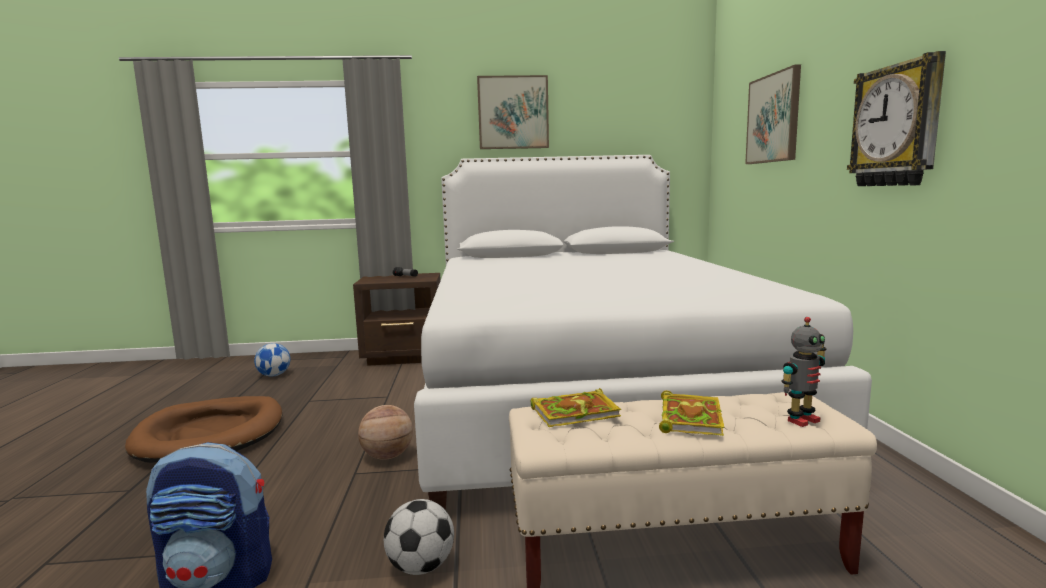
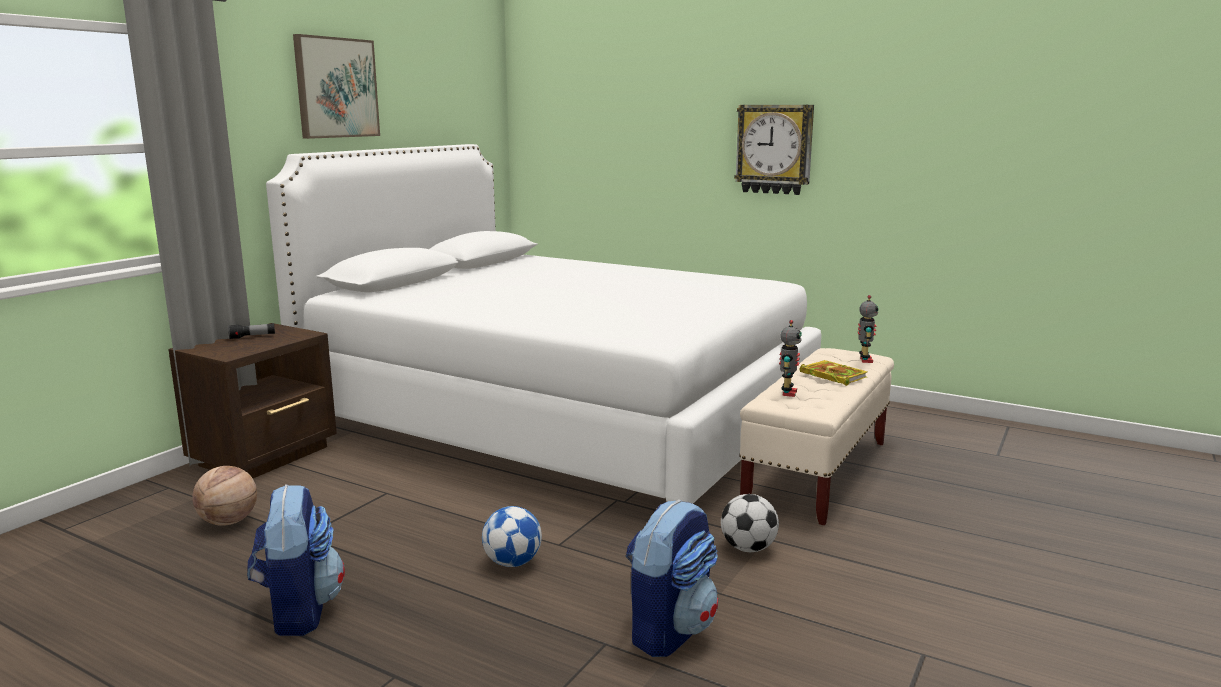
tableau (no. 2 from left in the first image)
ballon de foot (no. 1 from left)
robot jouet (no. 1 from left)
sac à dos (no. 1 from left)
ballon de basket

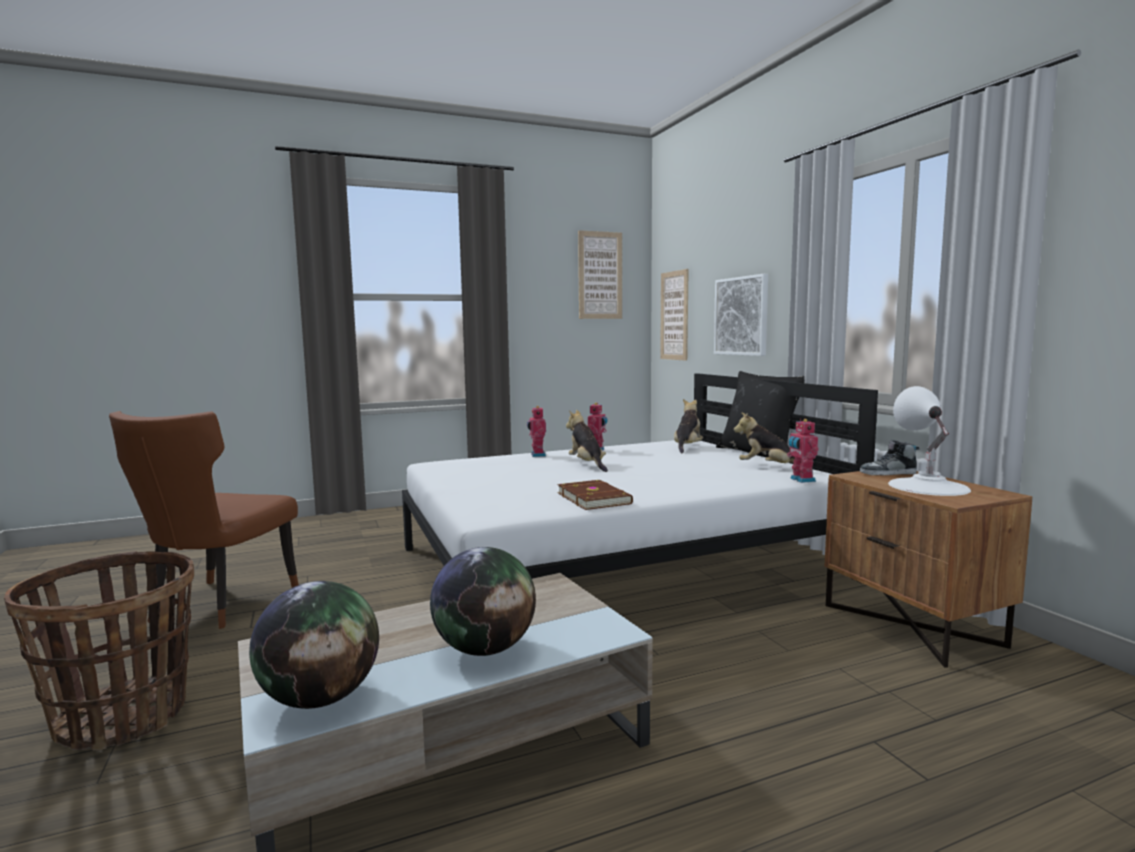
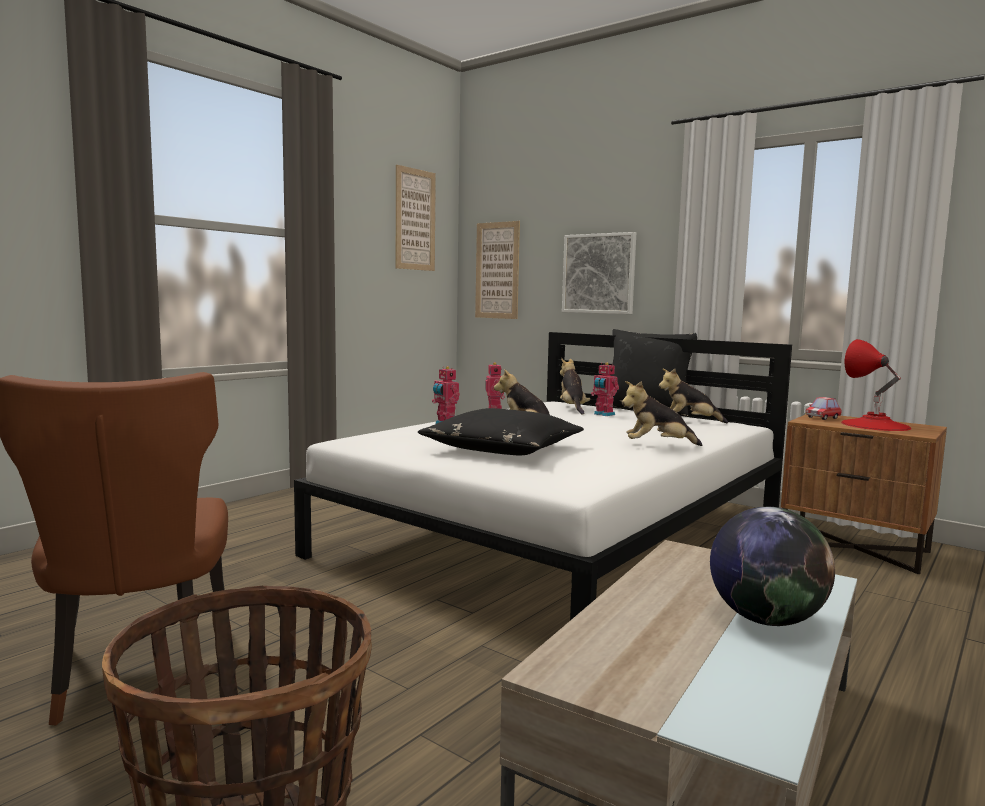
lampe de table [rouge]
robot jouet (no. 3 from left)
petite voiture
livre [marron]
globe (no. 1 from left in the first image)
peluche (no. 3 from left)
coussin [noir] (no. 1 from left)

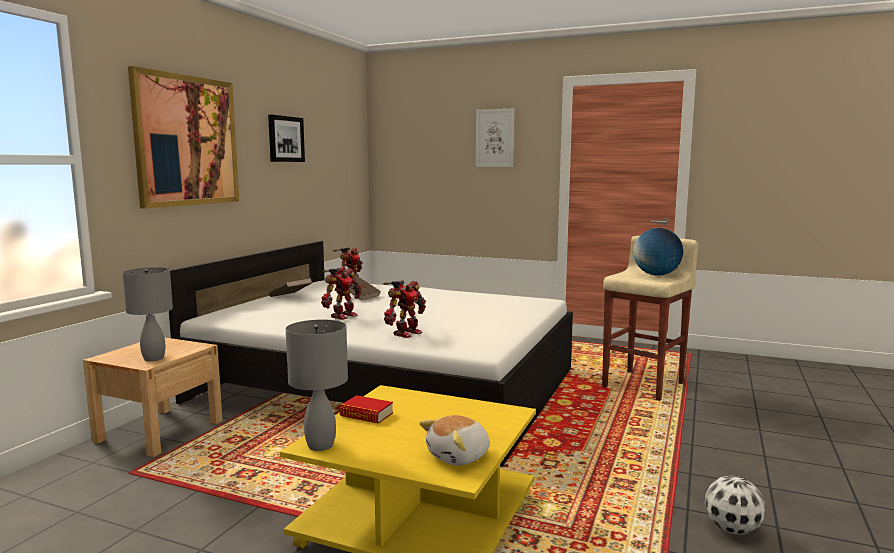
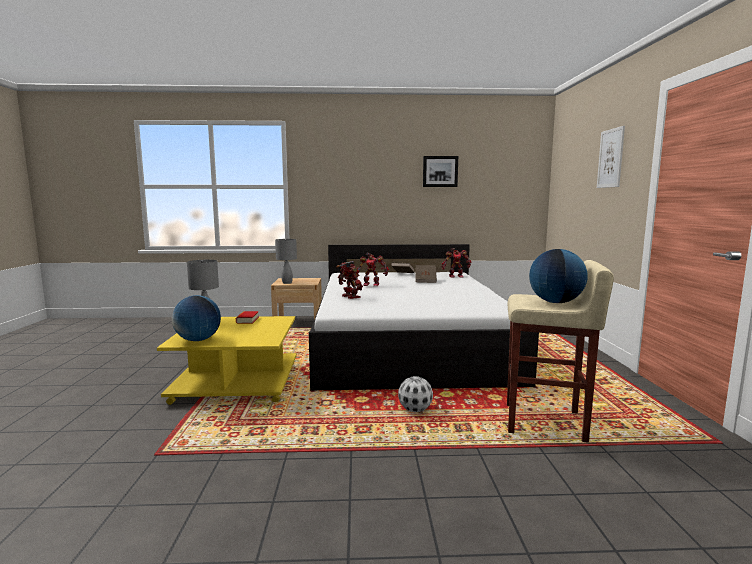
tableau (no. 1 from left in the first image)
robot jouet (no. 1 from left)
globe (no. 1 from left)
ballon de foot

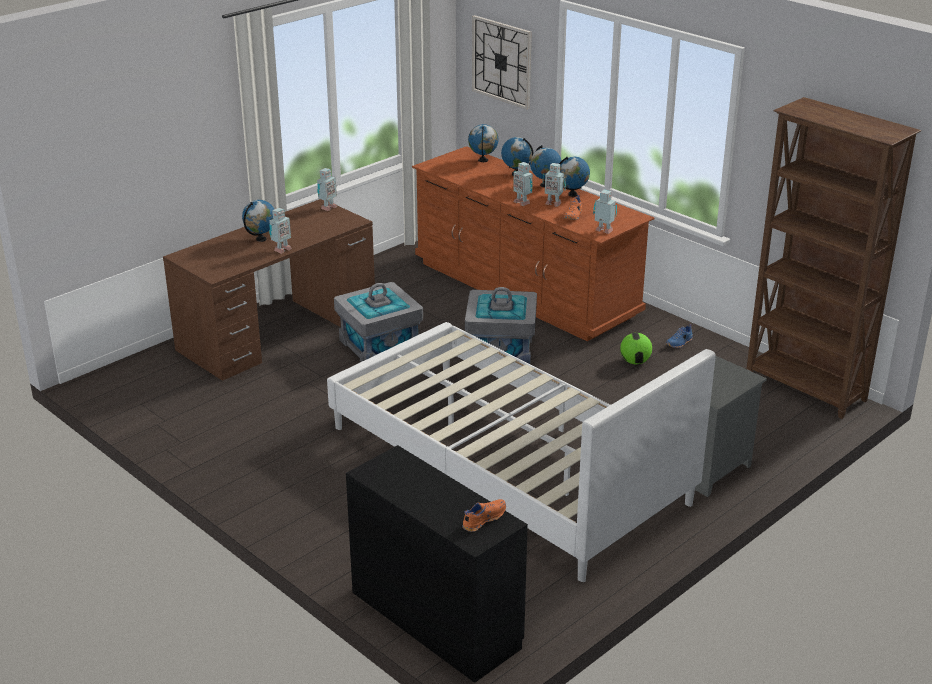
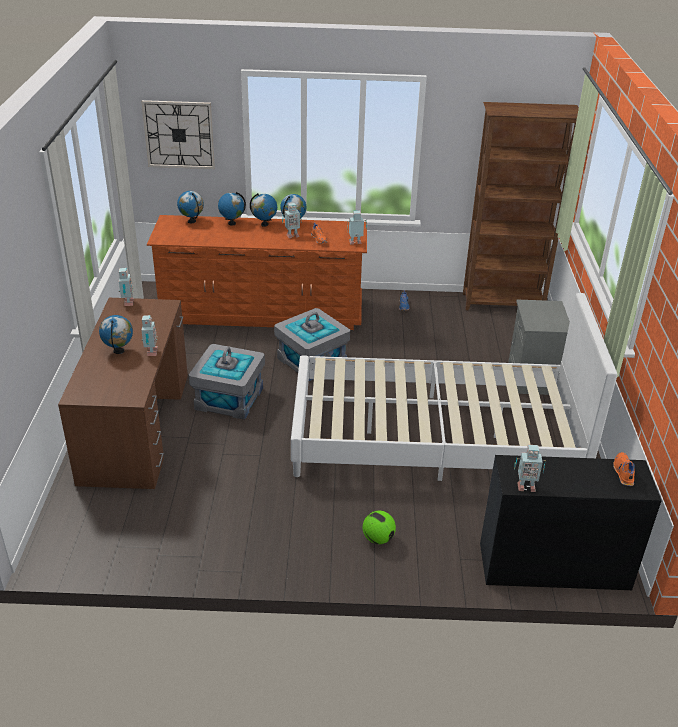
robot jouet (no. 5 from left)
ballon de foot

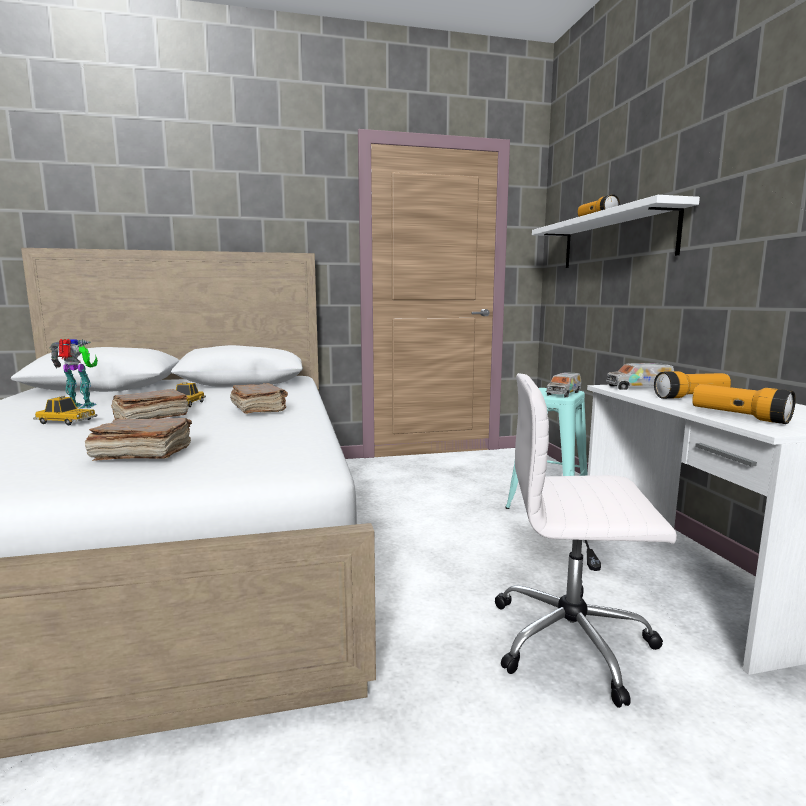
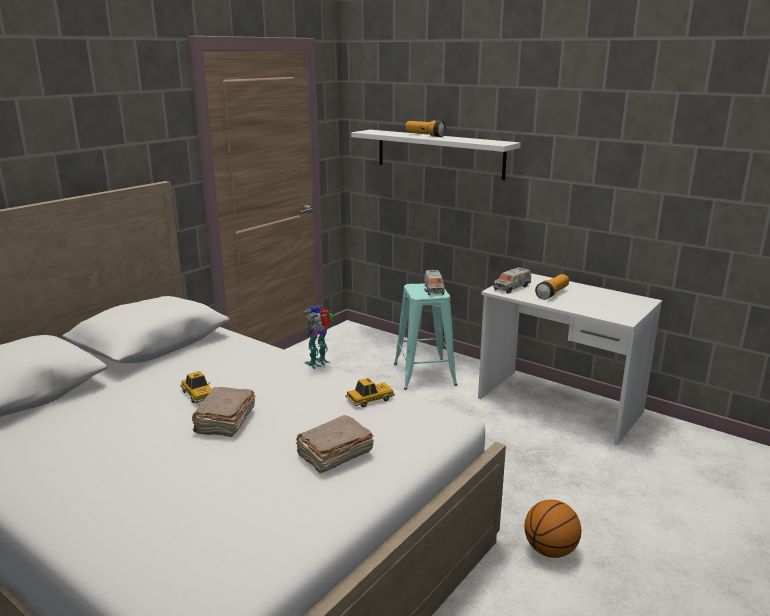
robot jouet
chaise de bureau [blanc]
livre [marron] (no. 3 from left in the first image)
lampe de poche (no. 3 from left in the first image)
petite voiture (no. 2 from left)
ballon de basket

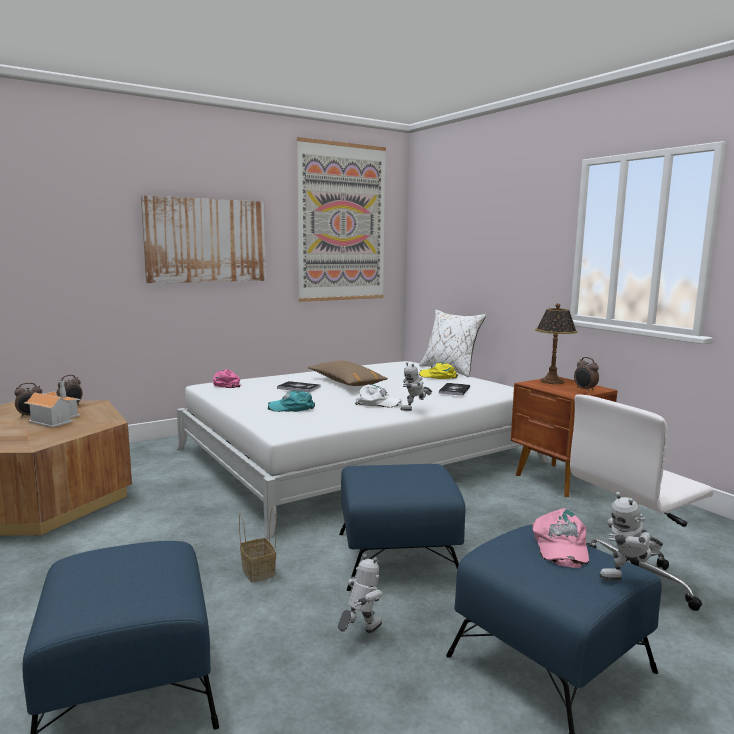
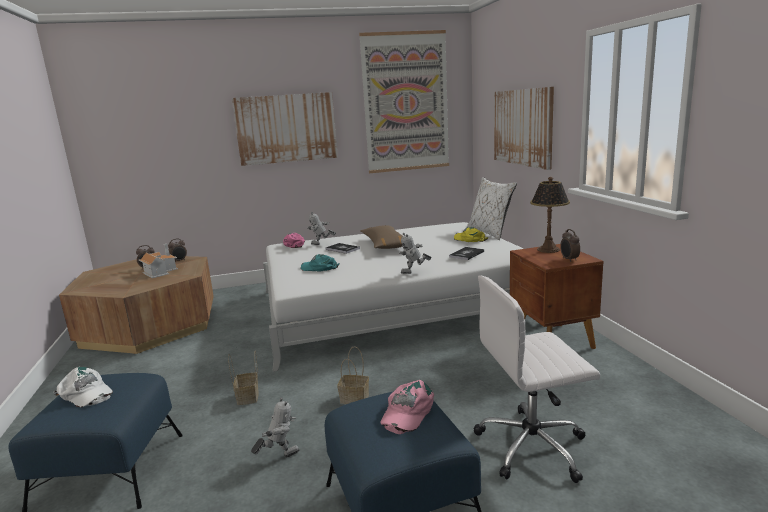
casquette [blanc]
panier (no. 2 from left)
robot jouet (no. 2 from left)
tableau (no. 3 from left)

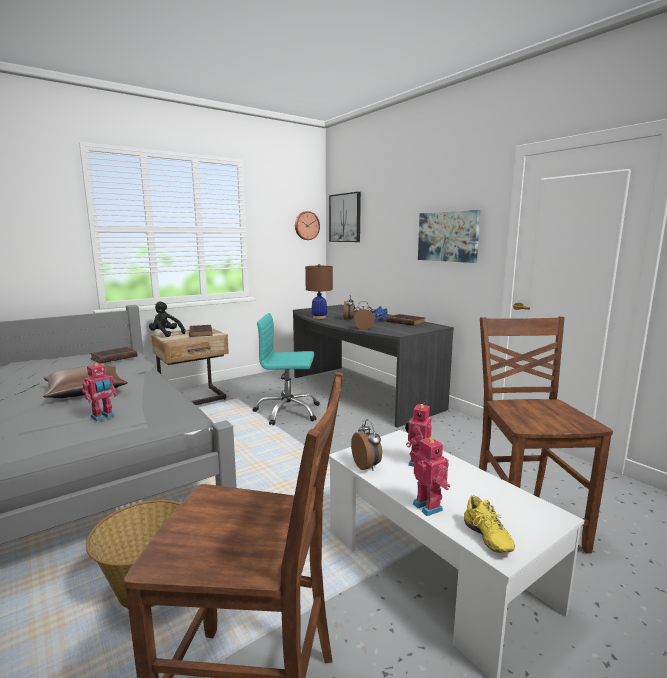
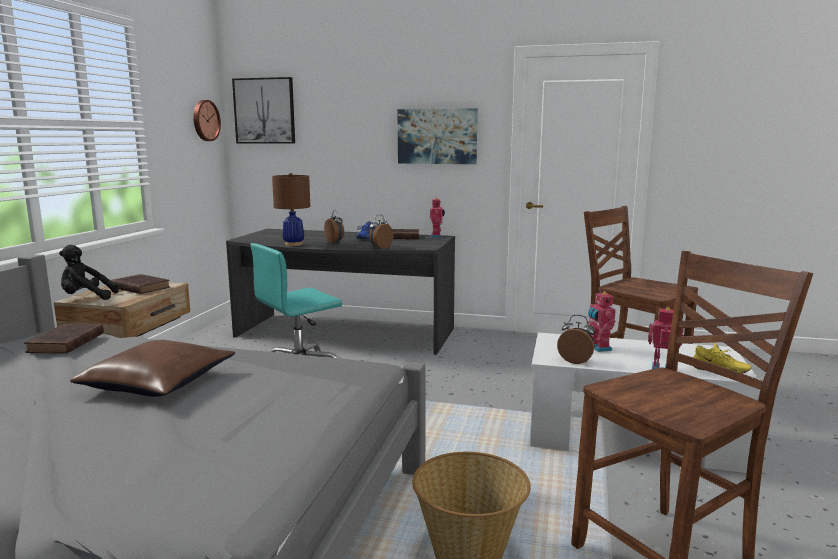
robot jouet (no. 1 from left)

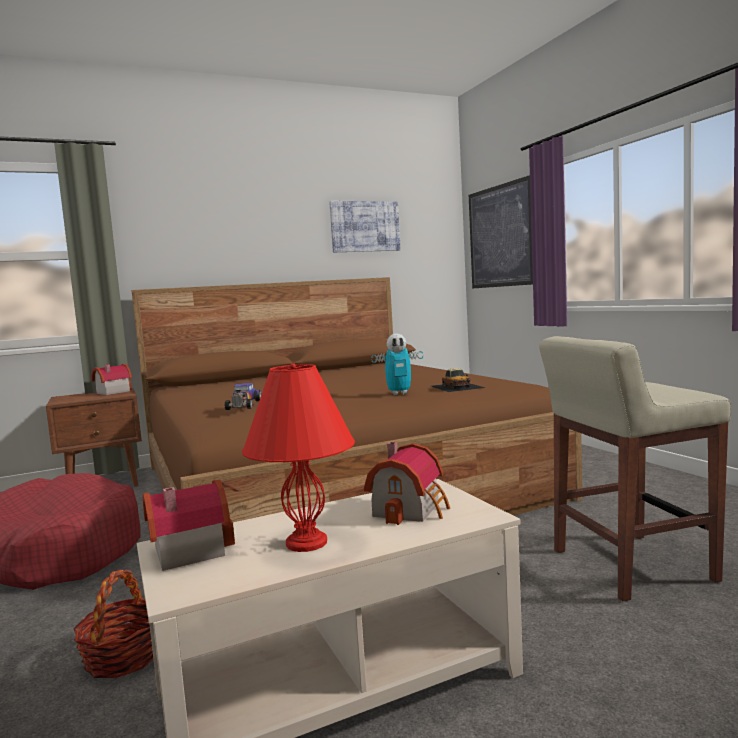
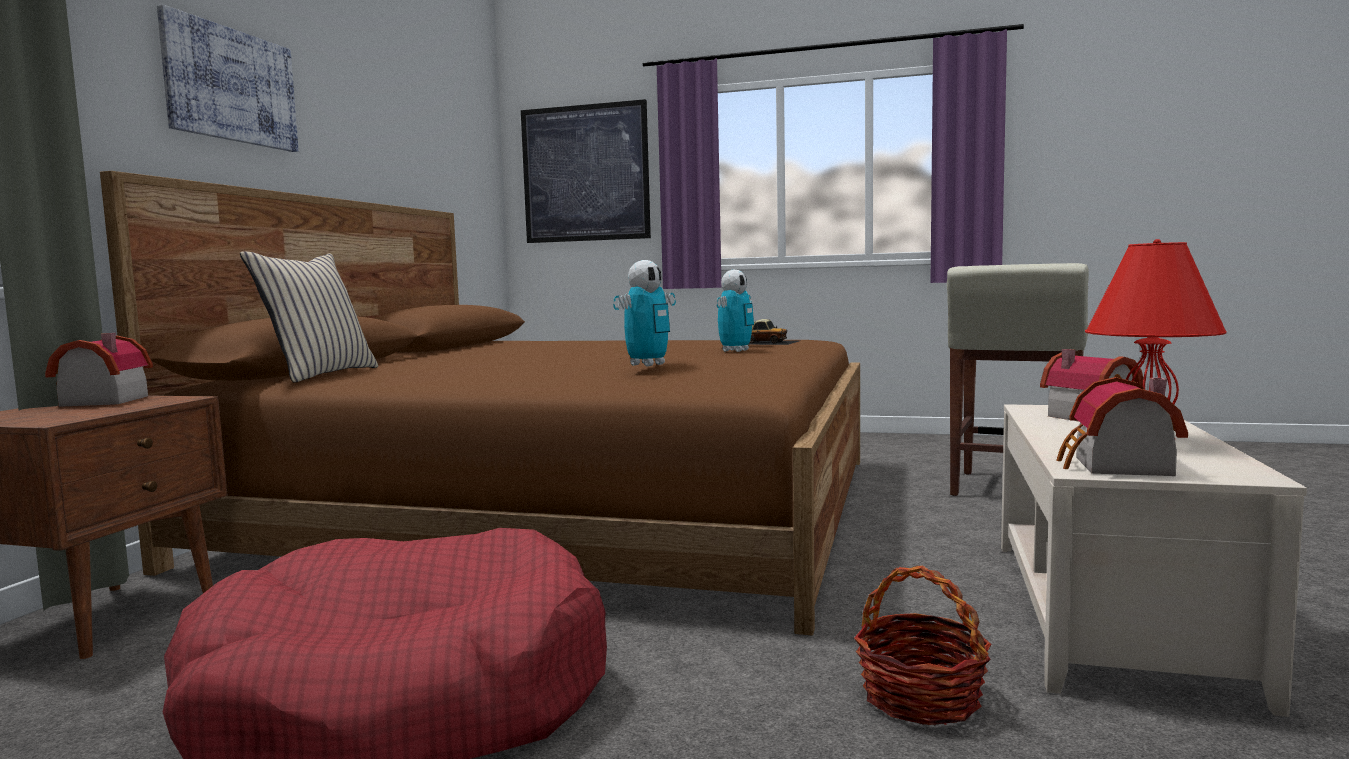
tableau (no. 1 from left)
robot jouet (no. 1 from left)
coussin [beige]

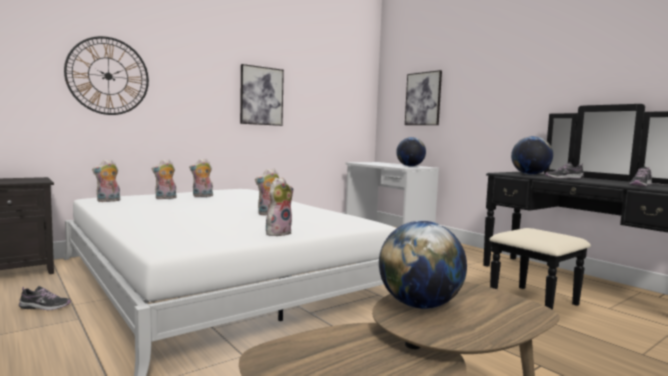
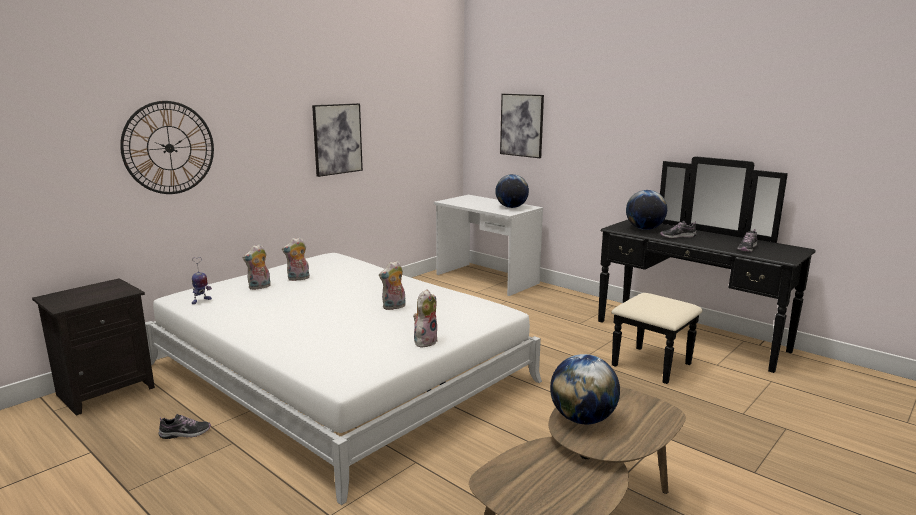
robot jouet

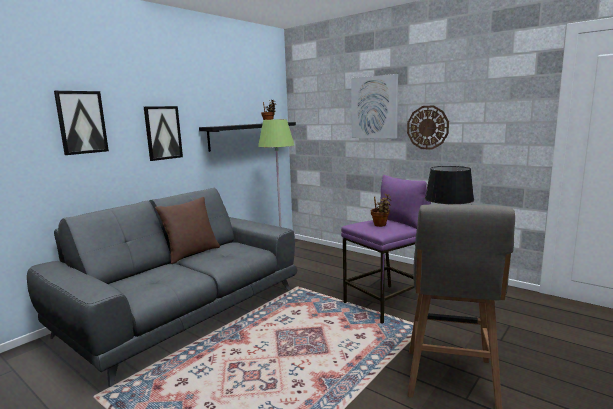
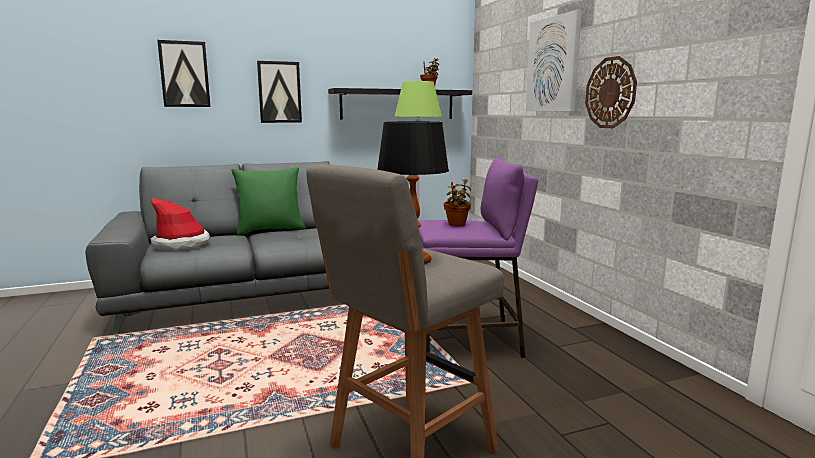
coussin [vert]
chapeau

